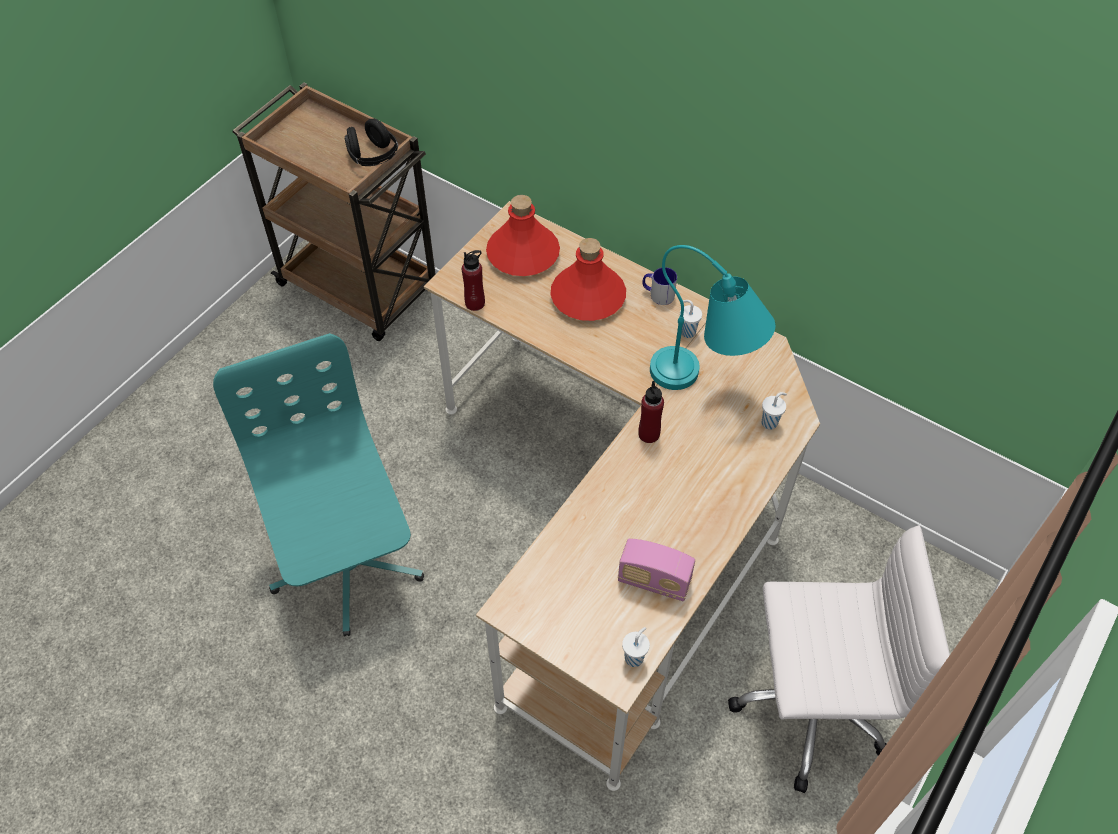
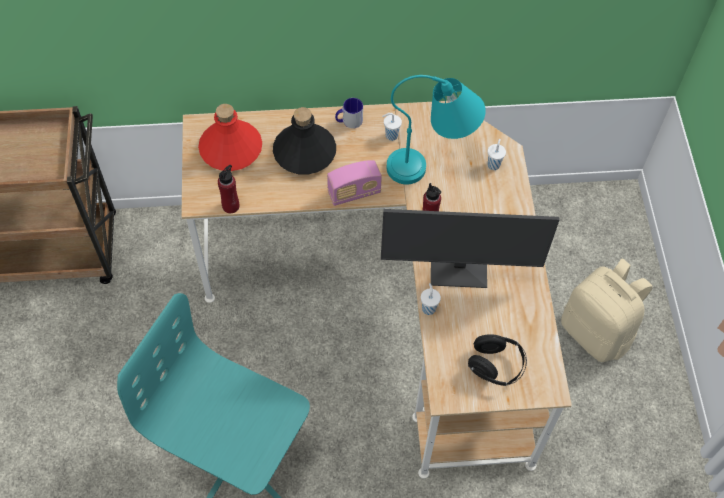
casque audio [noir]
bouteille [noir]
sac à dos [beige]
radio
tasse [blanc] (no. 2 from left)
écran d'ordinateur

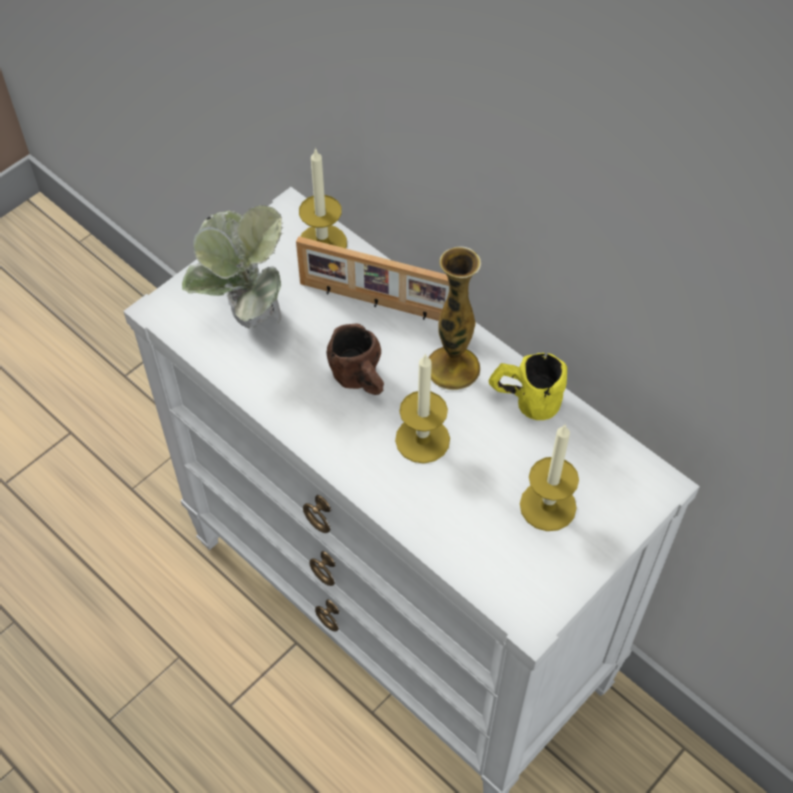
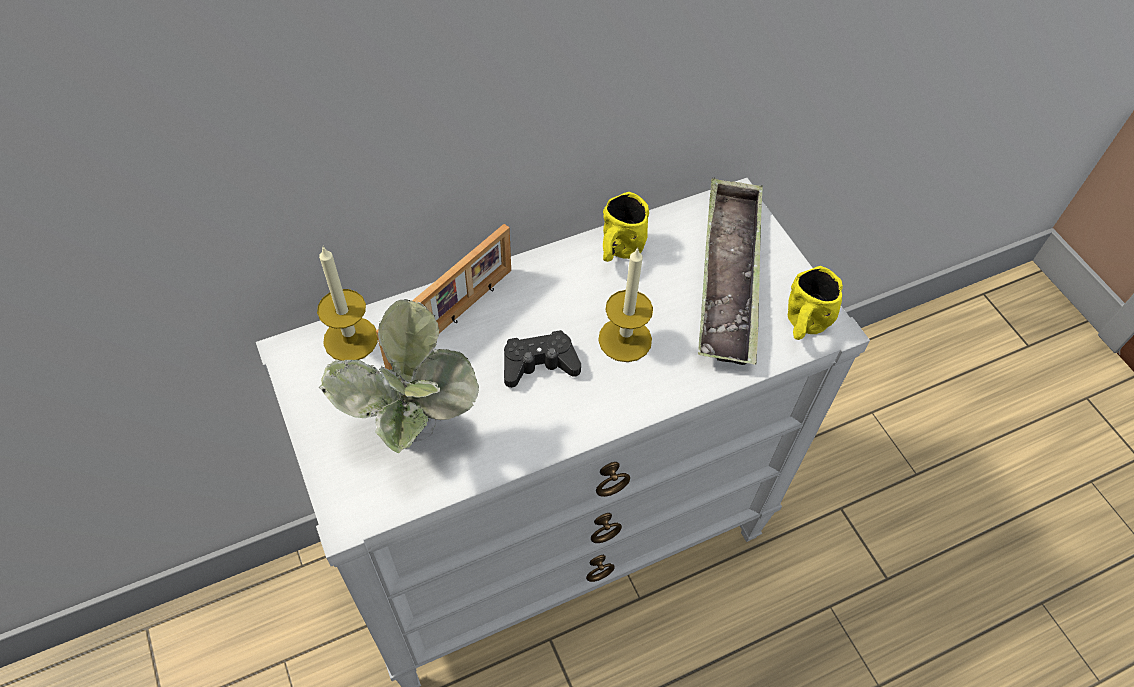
vase
manette [noir]
plateau
mug [jaune] (no. 2 from left)

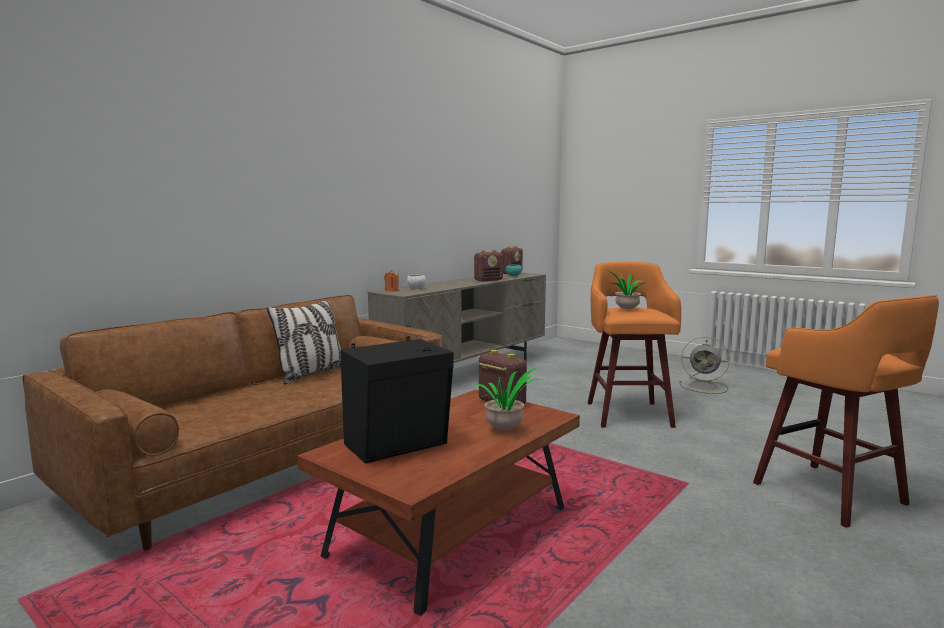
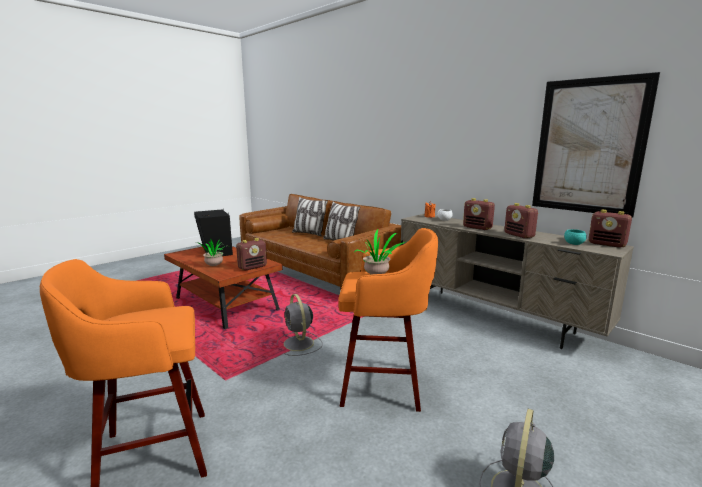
tableau
coussin (no. 1 from left)
radio (no. 2 from left)
ventilateur [gris] (no. 1 from left)

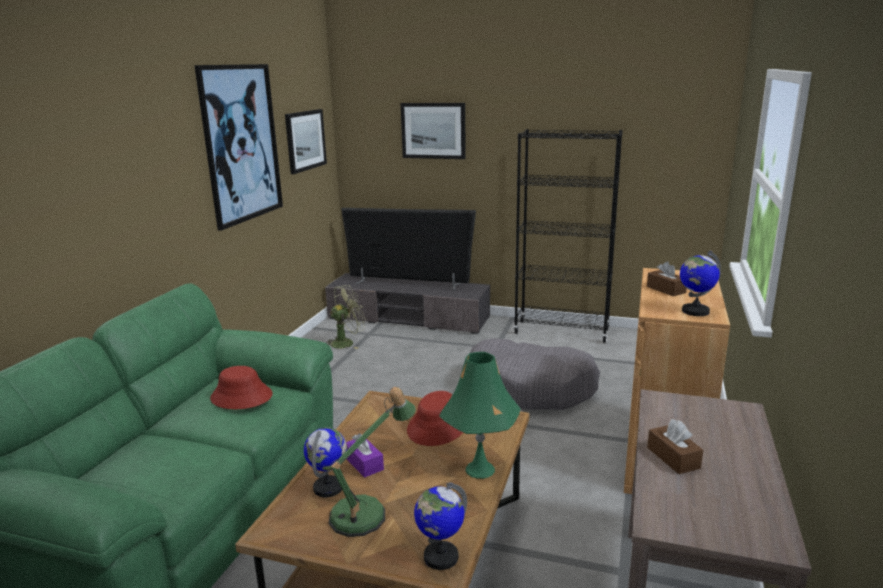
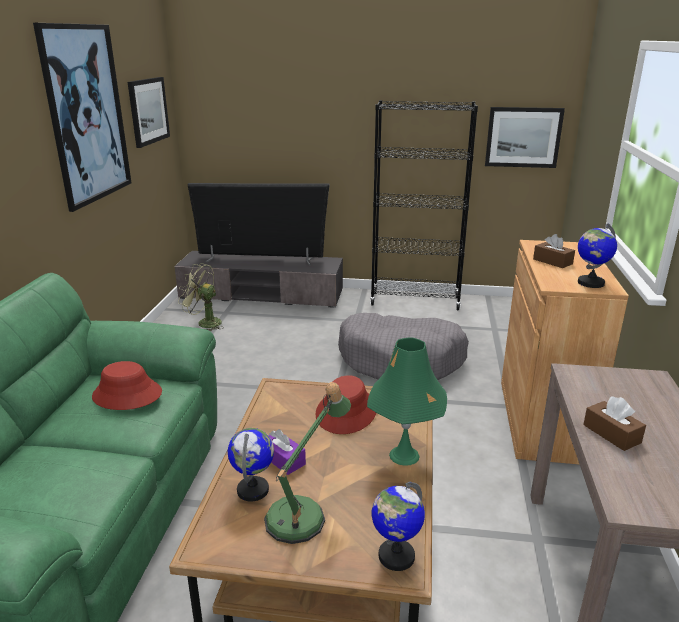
tableau (no. 3 from left)
ventilateur [vert]

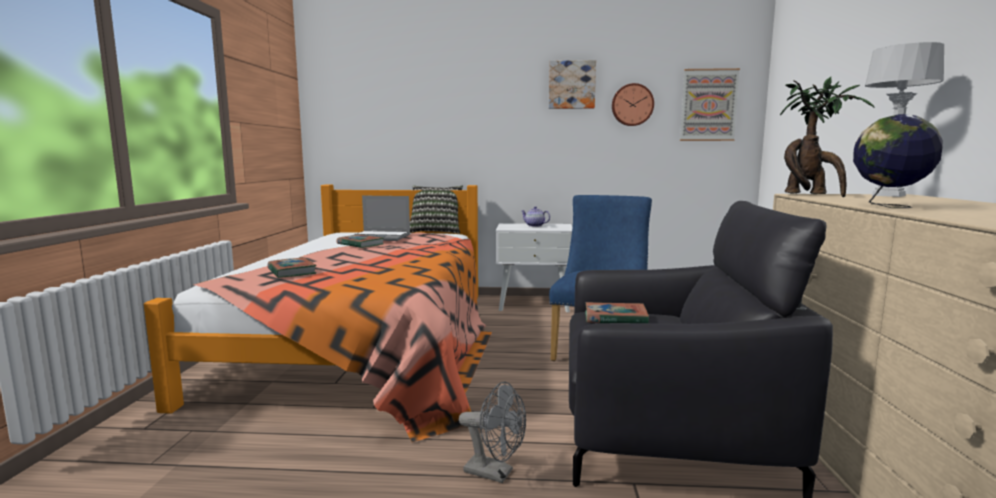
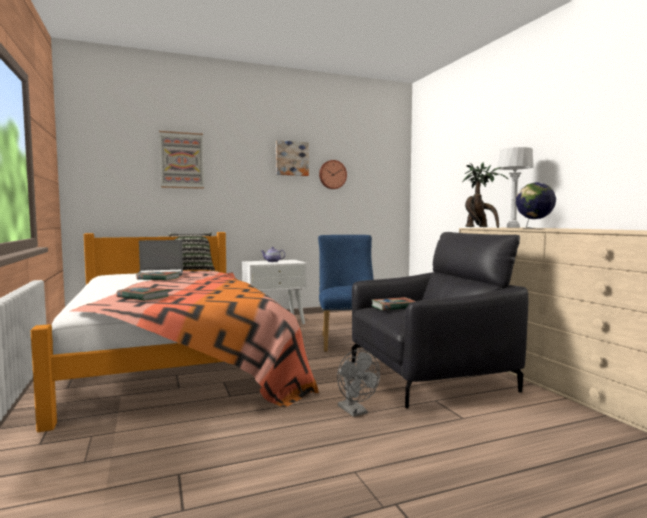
tableau (no. 1 from left)
ventilateur [gris]

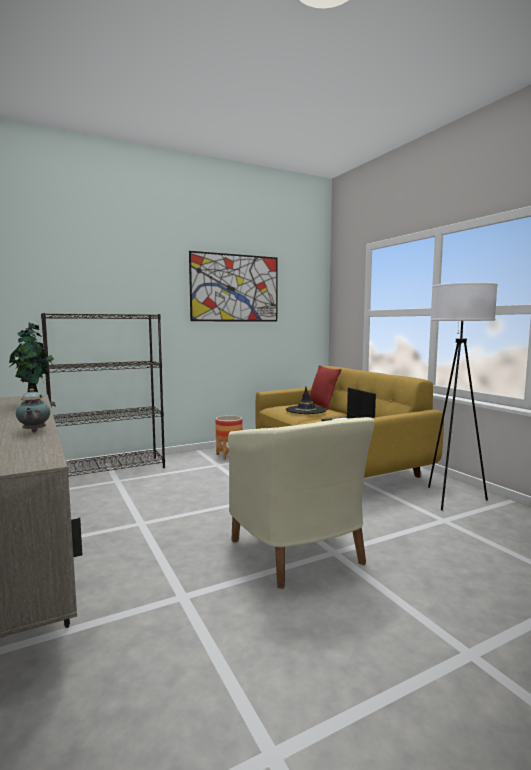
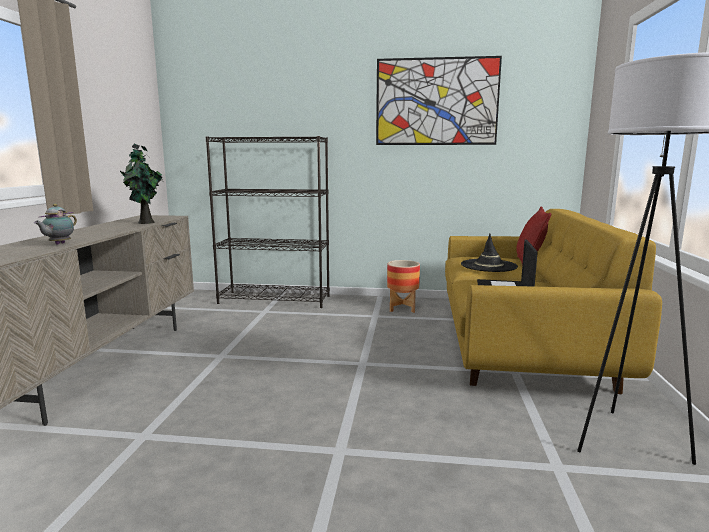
fauteuil [beige]

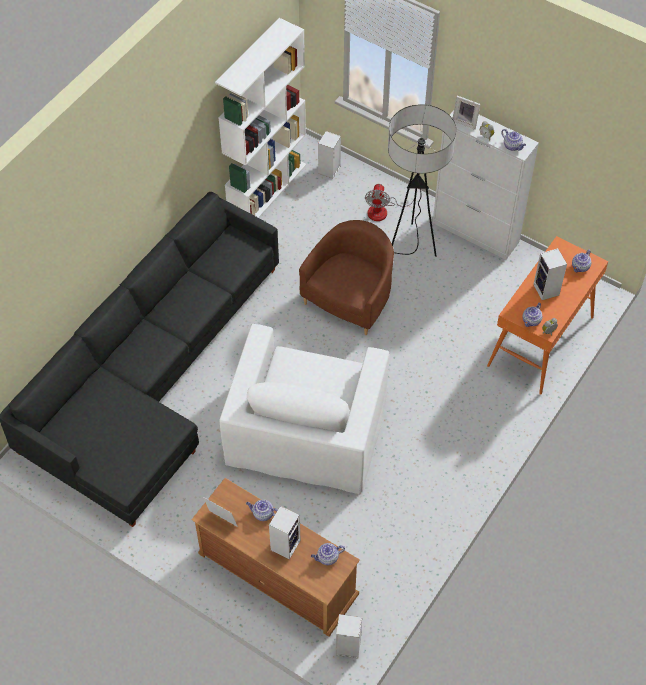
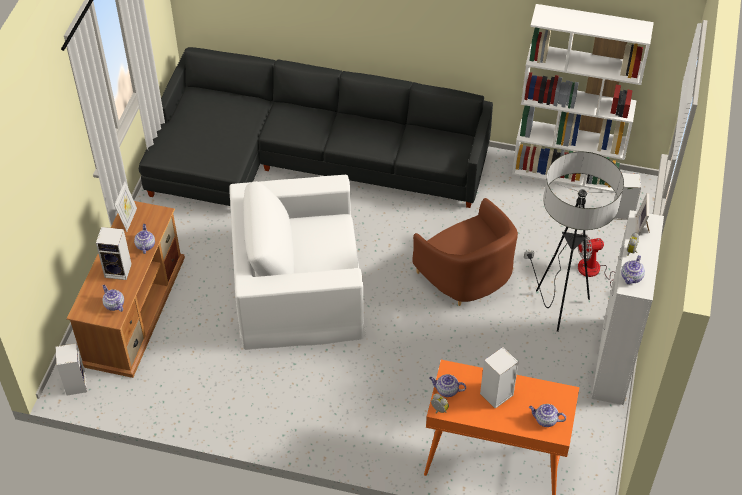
fauteuil [marron]

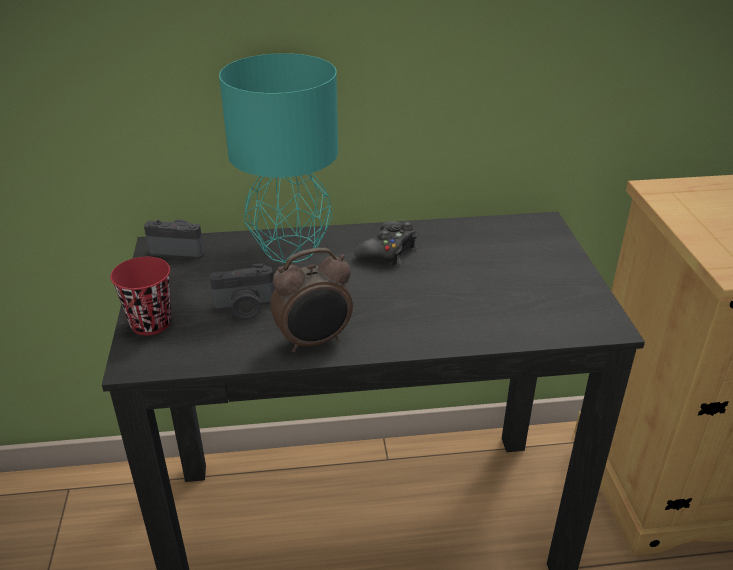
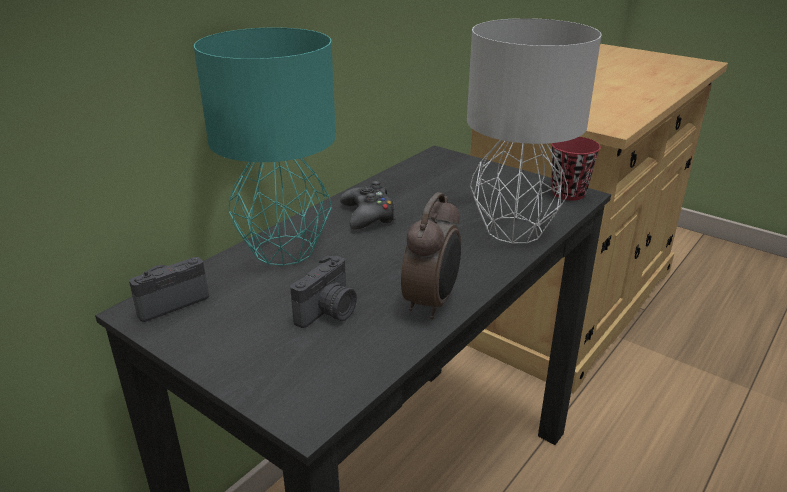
tasse [rouge]
lampe de table [gris]

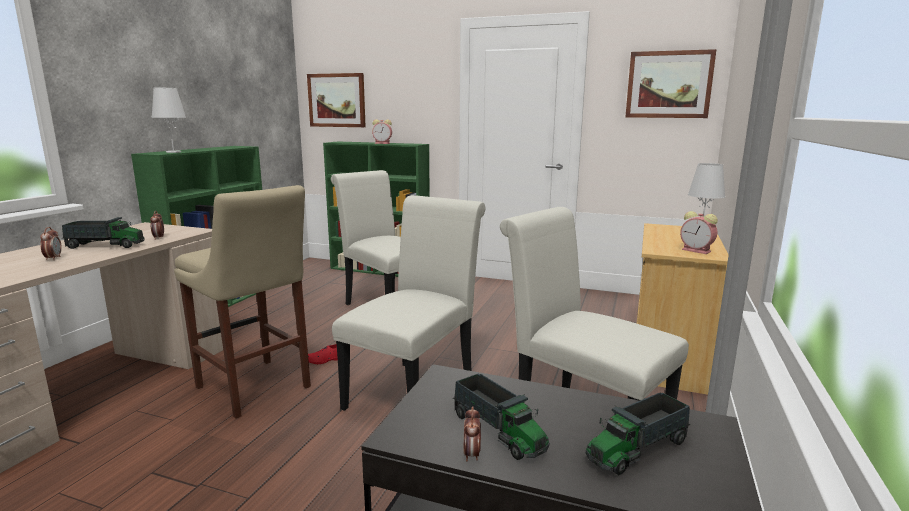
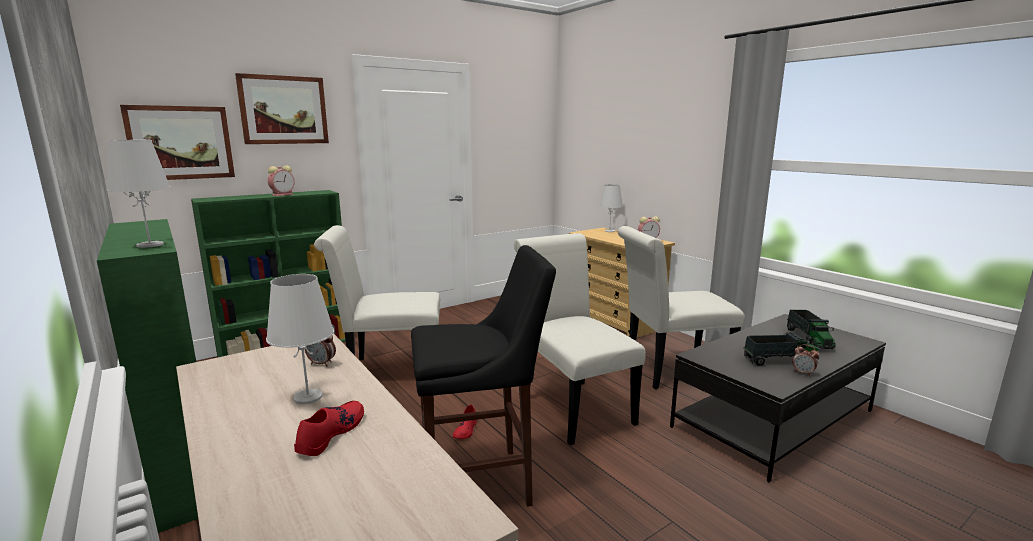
tableau (no. 2 from left)
tabouret [noir]
lampe de table [blanc] (no. 2 from left)
chaussure [rouge] (no. 1 from left)

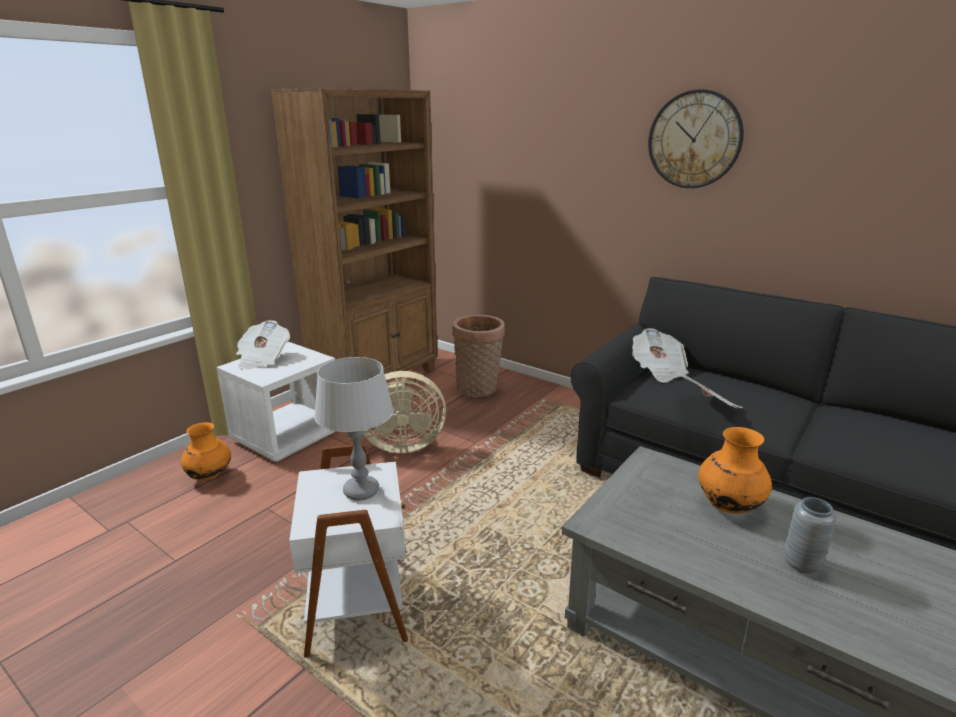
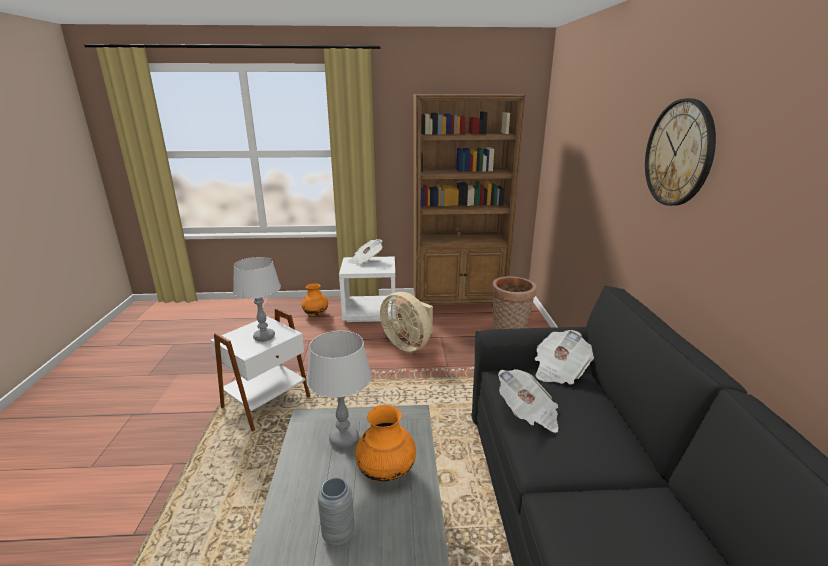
lampe de table [gris] (no. 2 from left)

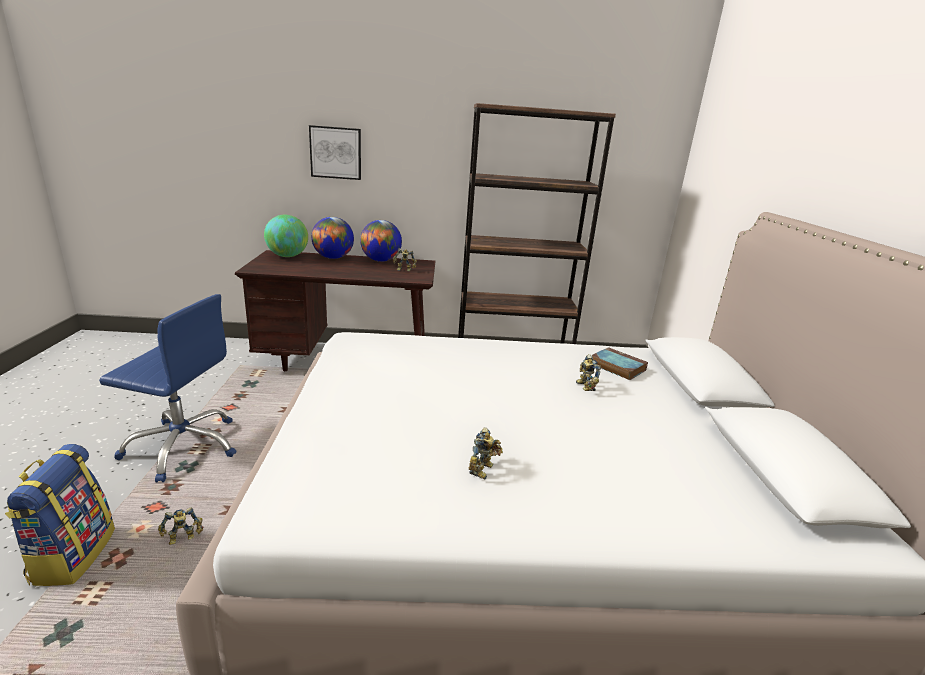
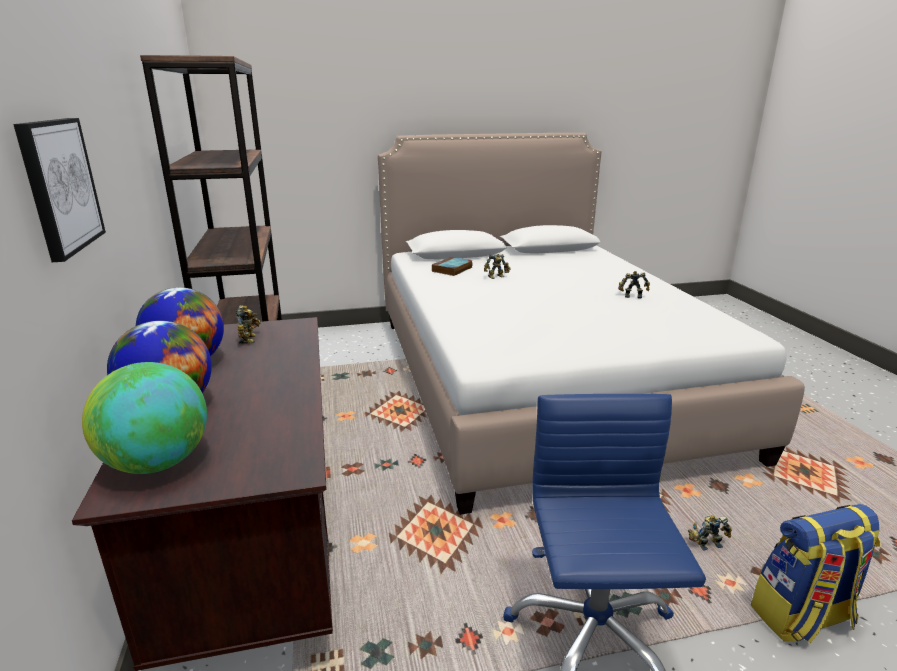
robot jouet (no. 4 from left)

